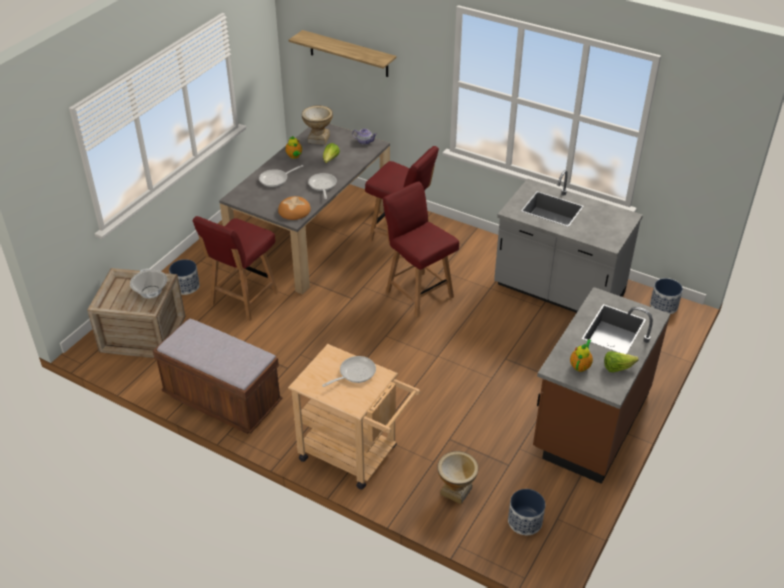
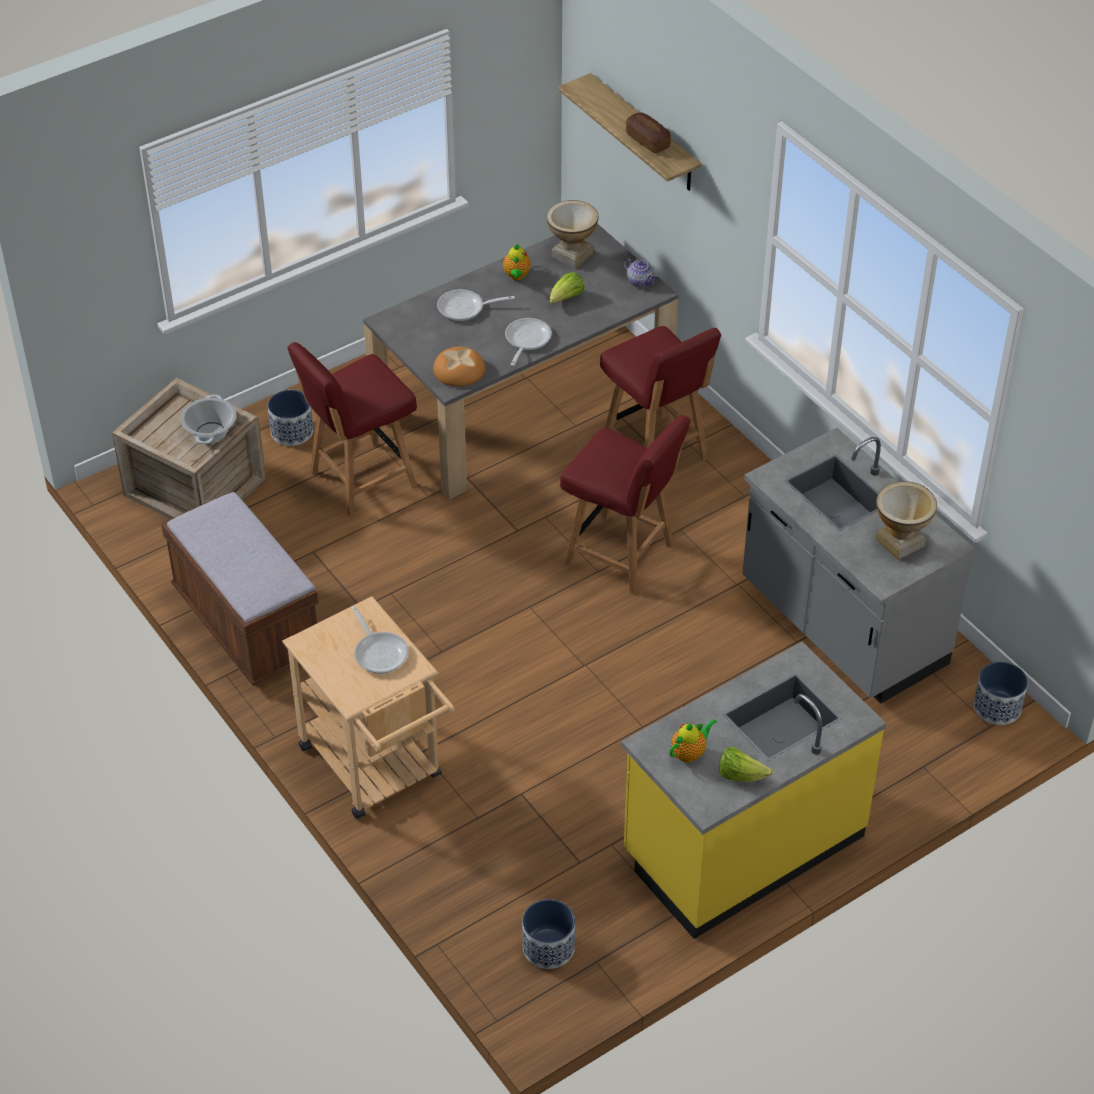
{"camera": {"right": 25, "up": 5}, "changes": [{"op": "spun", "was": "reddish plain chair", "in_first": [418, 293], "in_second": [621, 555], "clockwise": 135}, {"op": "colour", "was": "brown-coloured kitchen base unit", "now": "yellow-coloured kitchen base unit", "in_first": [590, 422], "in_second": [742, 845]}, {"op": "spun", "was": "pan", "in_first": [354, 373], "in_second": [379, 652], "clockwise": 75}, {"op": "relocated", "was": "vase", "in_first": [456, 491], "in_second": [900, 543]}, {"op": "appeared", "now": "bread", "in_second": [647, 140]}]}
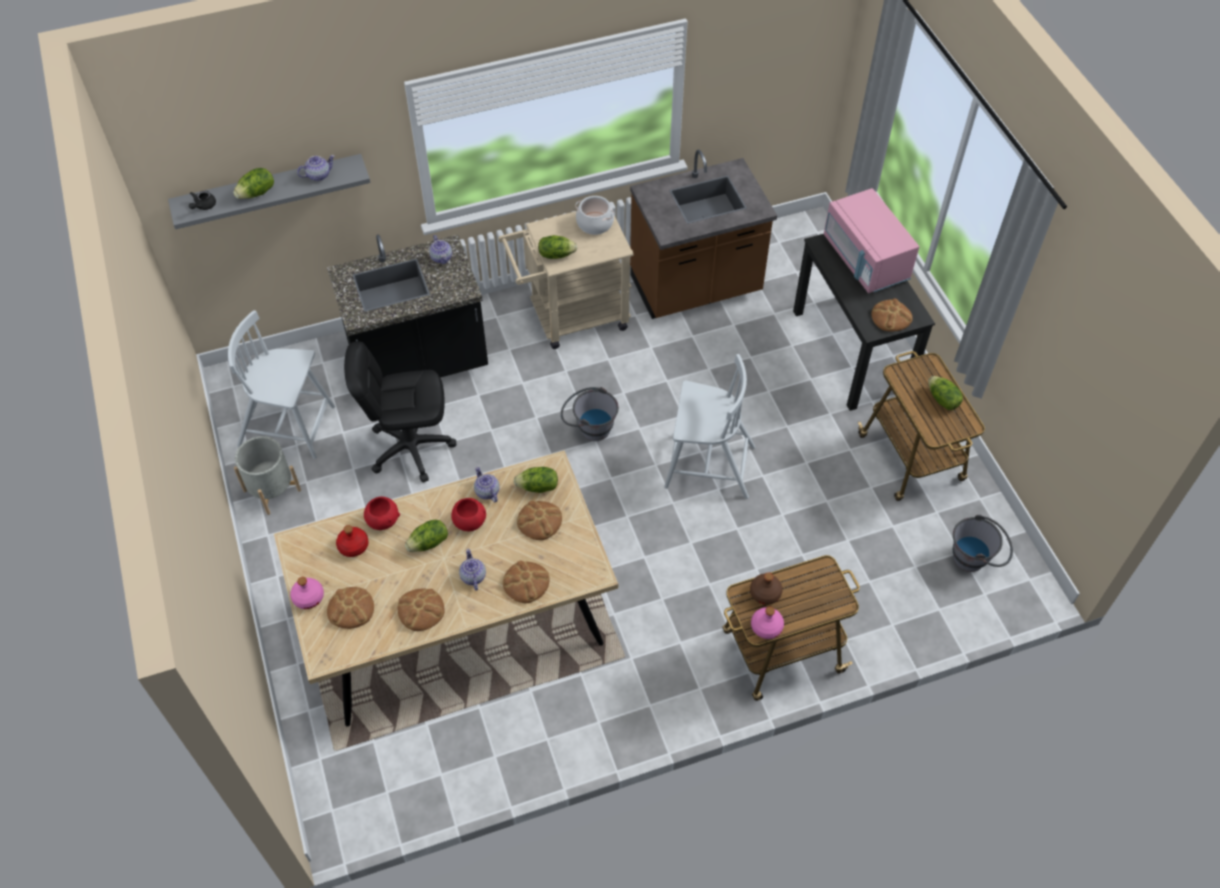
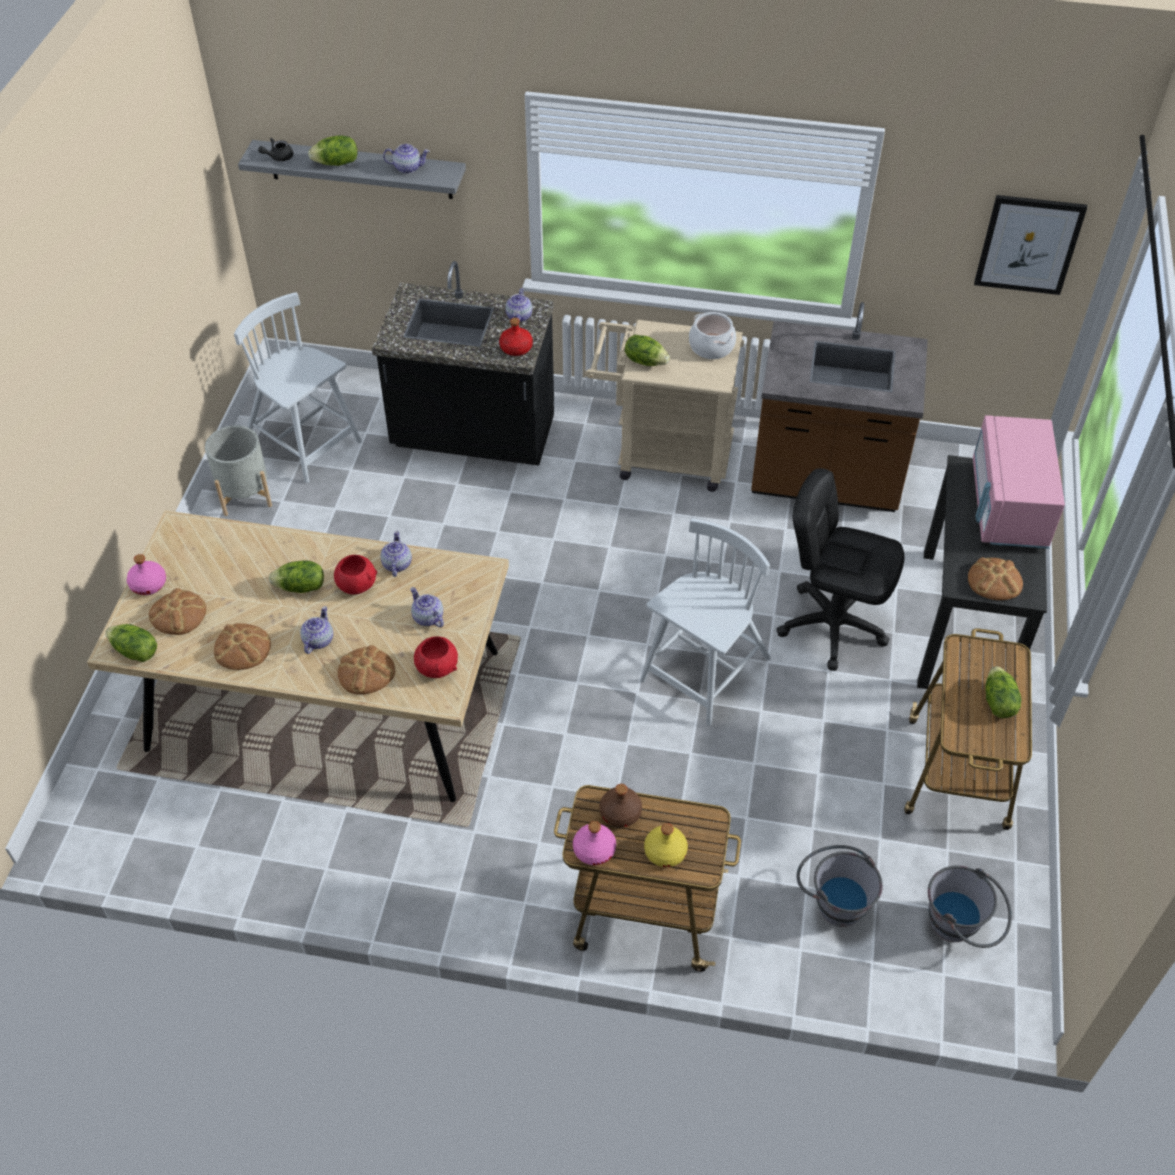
{"camera": {"right": 30, "up": -5}, "changes": [{"op": "relocated", "was": "blackish computer chair", "in_first": [410, 447], "in_second": [832, 625]}, {"op": "spun", "was": "white plain chair", "in_first": [707, 466], "in_second": [704, 672], "clockwise": -90}, {"op": "relocated", "was": "grey water bucket", "in_first": [589, 427], "in_second": [833, 900]}, {"op": "relocated", "was": "lettuce", "in_first": [538, 487], "in_second": [135, 652]}, {"op": "relocated", "was": "reddish serving bowl", "in_first": [383, 520], "in_second": [437, 667]}, {"op": "exchanged", "was": "bread", "now": "pot for tea", "in_first": [539, 521], "in_second": [427, 617]}, {"op": "relocated", "was": "reddish beverage bottle", "in_first": [353, 546], "in_second": [516, 348]}, {"op": "appeared", "now": "wall picture", "in_second": [1028, 244]}, {"op": "appeared", "now": "yellow-coloured beverage bottle", "in_second": [665, 852]}]}
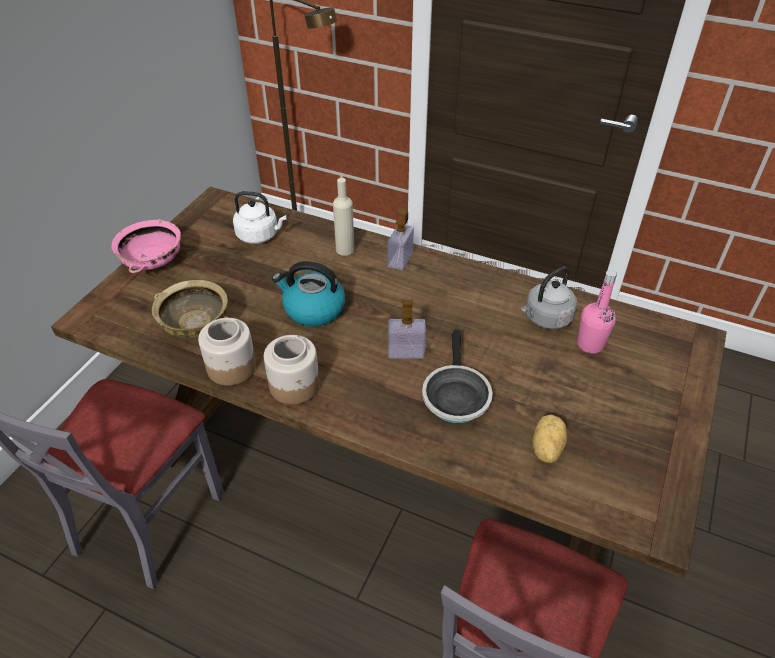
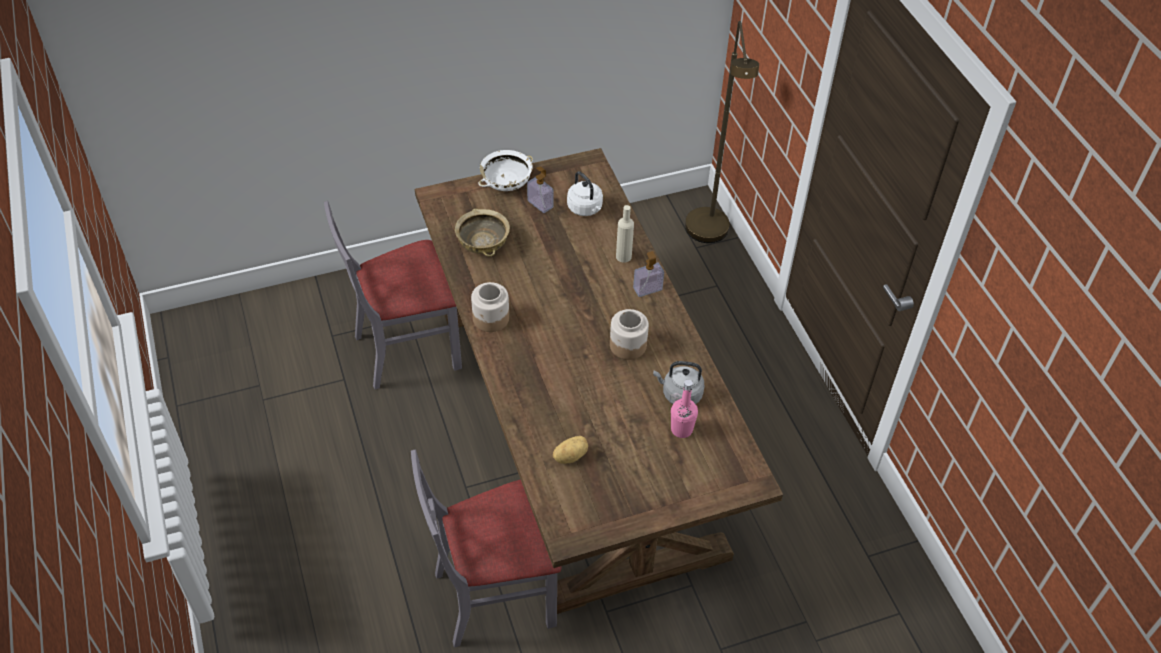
{"camera": {"right": 45, "up": 5}, "changes": [{"op": "colour", "was": "pink-coloured serving bowl", "now": "white serving bowl", "in_first": [152, 261], "in_second": [506, 183]}, {"op": "missing", "was": "tea kettle", "in_first": [313, 309]}, {"op": "relocated", "was": "liquid soap bottle", "in_first": [406, 352], "in_second": [540, 204]}, {"op": "relocated", "was": "preserve jar", "in_first": [231, 367], "in_second": [627, 345]}, {"op": "missing", "was": "pan", "in_first": [455, 395]}]}
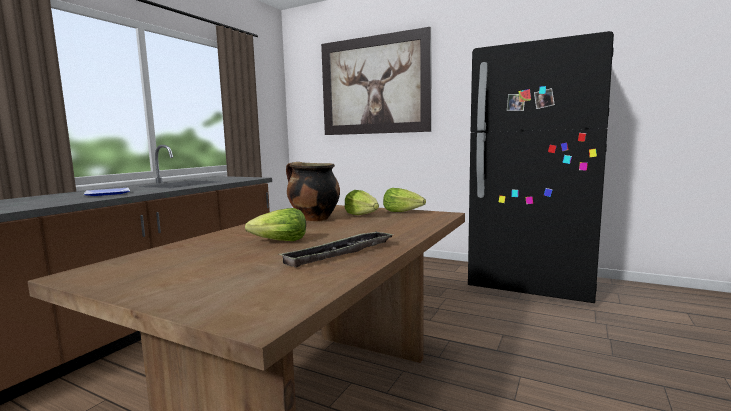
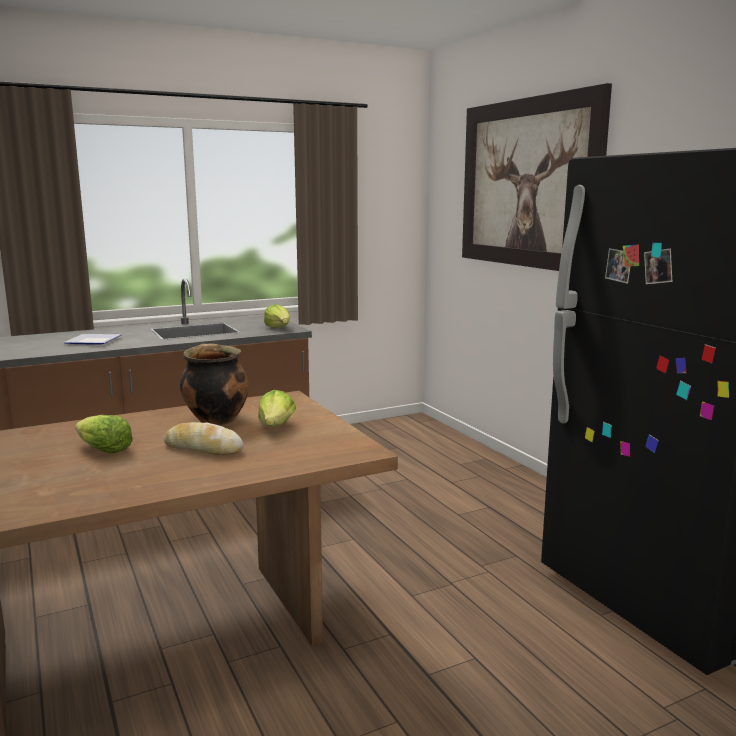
{"camera": {"right": 35, "up": 5}, "changes": [{"op": "relocated", "was": "lettuce", "in_first": [403, 212], "in_second": [279, 328]}, {"op": "missing", "was": "carrying tray", "in_first": [340, 254]}, {"op": "appeared", "now": "bread", "in_second": [203, 448]}]}
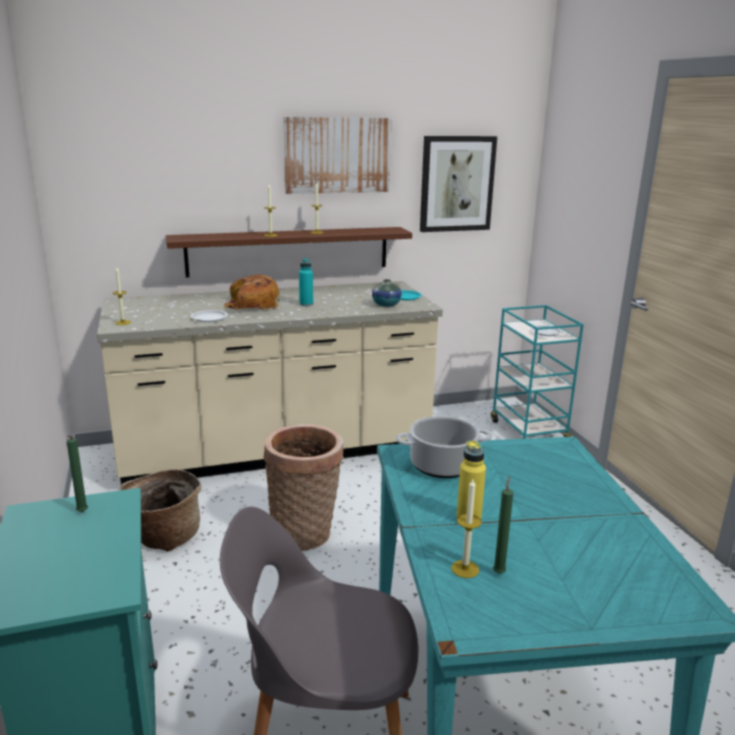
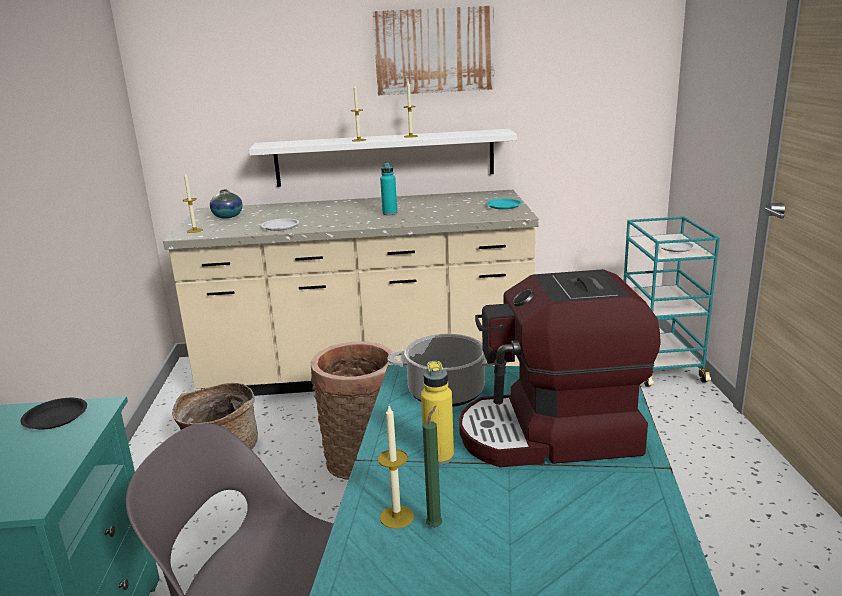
{"camera": {"right": 15, "up": 0}, "changes": [{"op": "missing", "was": "wall picture", "in_first": [456, 184]}, {"op": "colour", "was": "brown-coloured shelf", "now": "white shelf", "in_first": [289, 251], "in_second": [384, 158]}, {"op": "missing", "was": "bread", "in_first": [251, 305]}, {"op": "relocated", "was": "vase", "in_first": [386, 305], "in_second": [227, 216]}, {"op": "exchanged", "was": "greenish wax candle", "now": "blackish plate", "in_first": [82, 513], "in_second": [55, 418]}, {"op": "appeared", "now": "coffee maker", "in_second": [552, 435]}]}
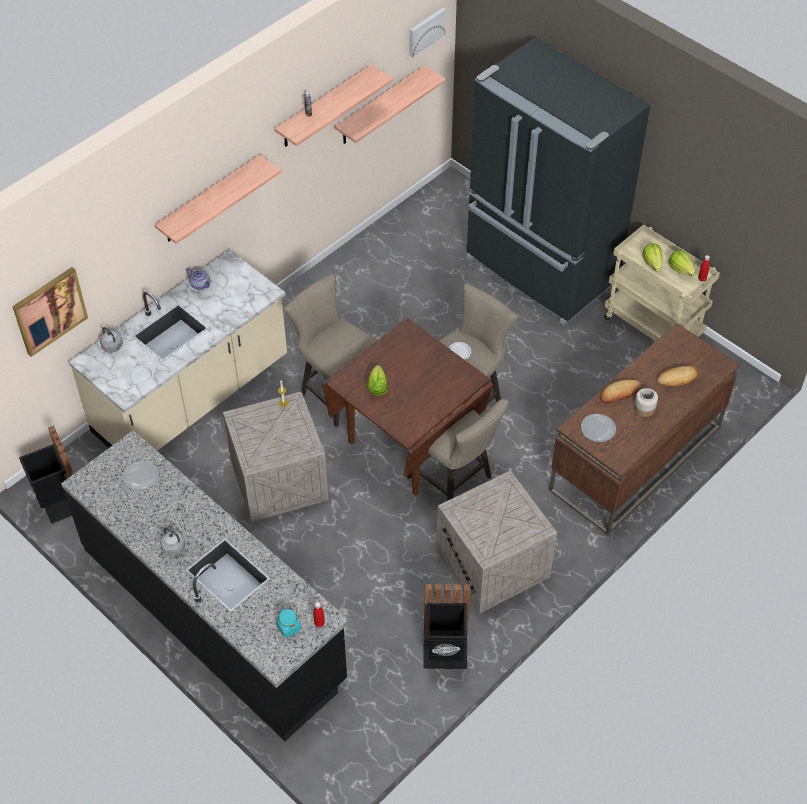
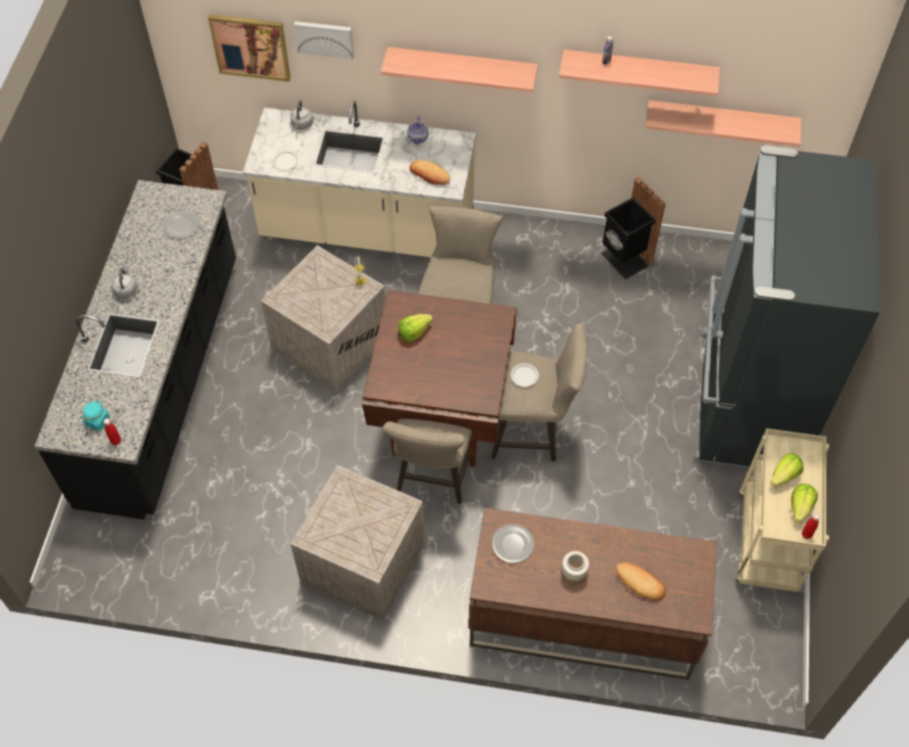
{"camera": {"right": 55, "up": 5}, "changes": [{"op": "relocated", "was": "wall picture", "in_first": [426, 31], "in_second": [324, 38]}, {"op": "relocated", "was": "bread", "in_first": [620, 393], "in_second": [429, 175]}, {"op": "relocated", "was": "blackish waste bin", "in_first": [445, 654], "in_second": [625, 259]}]}
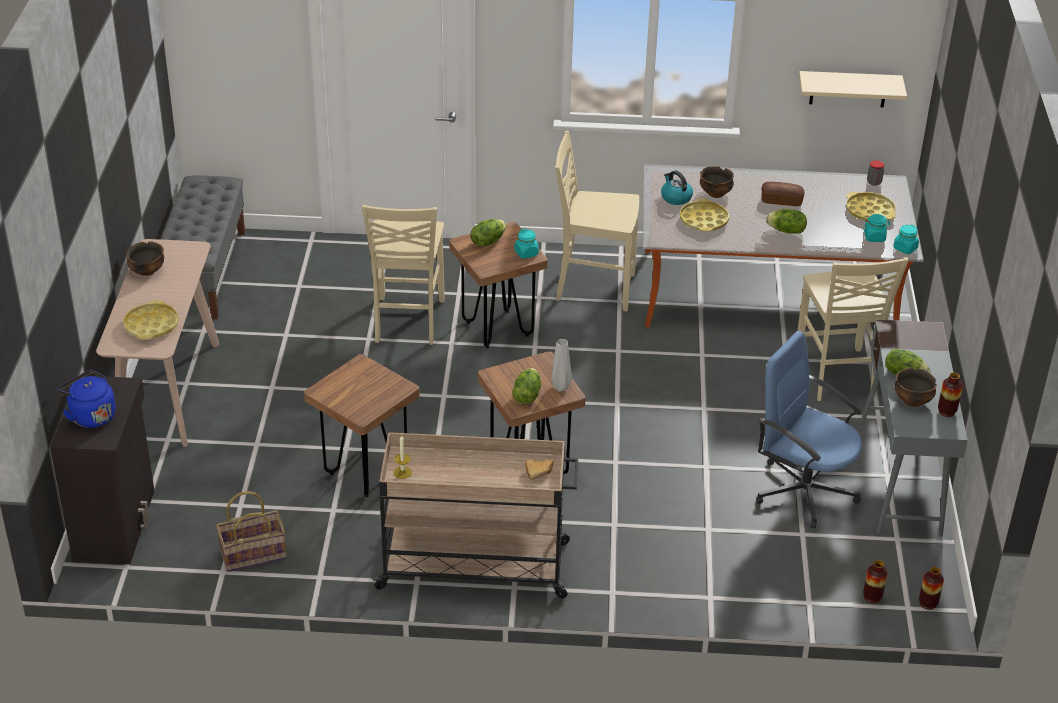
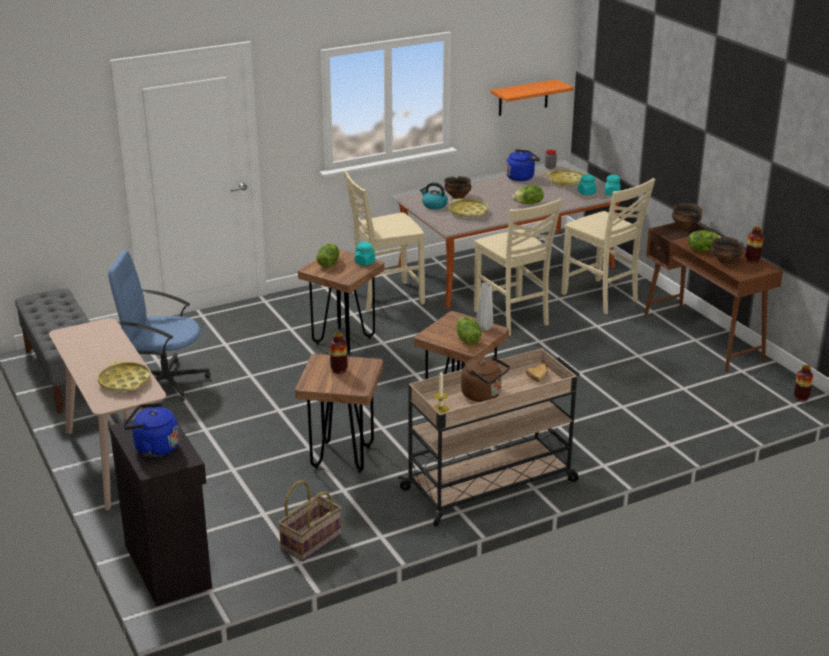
{"camera": {"right": -30, "up": -10}, "changes": [{"op": "colour", "was": "beige shelf", "now": "orangey shelf", "in_first": [848, 89], "in_second": [523, 97]}, {"op": "missing", "was": "bread", "in_first": [781, 201]}, {"op": "relocated", "was": "beige plain chair", "in_first": [407, 322], "in_second": [512, 318]}, {"op": "relocated", "was": "serving bowl", "in_first": [147, 271], "in_second": [685, 226]}, {"op": "colour", "was": "grey desk table", "now": "brown-coloured desk table", "in_first": [900, 476], "in_second": [703, 337]}, {"op": "relocated", "was": "blue-coloured computer chair", "in_first": [803, 490], "in_second": [164, 382]}, {"op": "relocated", "was": "vase", "in_first": [872, 597], "in_second": [339, 370]}, {"op": "appeared", "now": "blue-coloured tea kettle", "in_second": [521, 177]}, {"op": "appeared", "now": "brown-coloured tea kettle", "in_second": [483, 395]}]}
